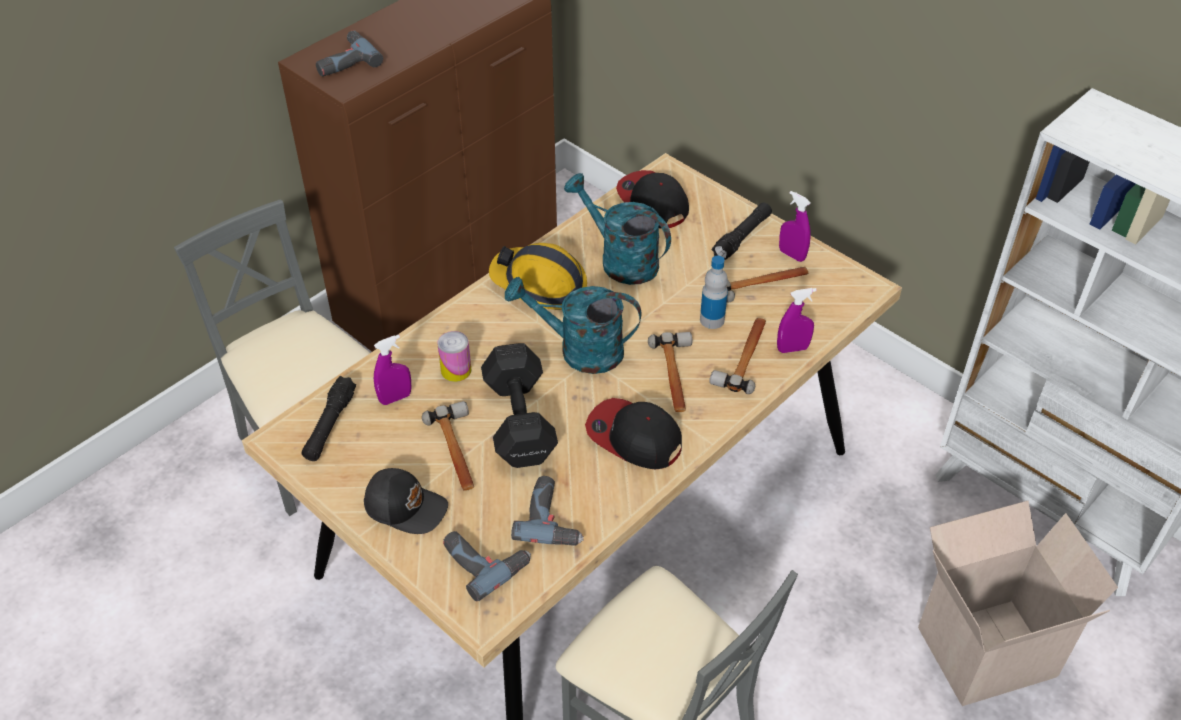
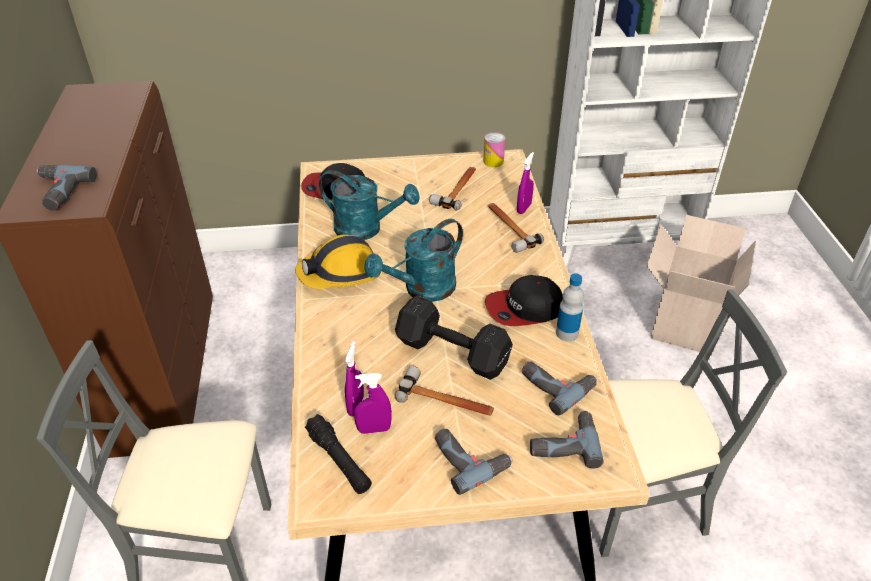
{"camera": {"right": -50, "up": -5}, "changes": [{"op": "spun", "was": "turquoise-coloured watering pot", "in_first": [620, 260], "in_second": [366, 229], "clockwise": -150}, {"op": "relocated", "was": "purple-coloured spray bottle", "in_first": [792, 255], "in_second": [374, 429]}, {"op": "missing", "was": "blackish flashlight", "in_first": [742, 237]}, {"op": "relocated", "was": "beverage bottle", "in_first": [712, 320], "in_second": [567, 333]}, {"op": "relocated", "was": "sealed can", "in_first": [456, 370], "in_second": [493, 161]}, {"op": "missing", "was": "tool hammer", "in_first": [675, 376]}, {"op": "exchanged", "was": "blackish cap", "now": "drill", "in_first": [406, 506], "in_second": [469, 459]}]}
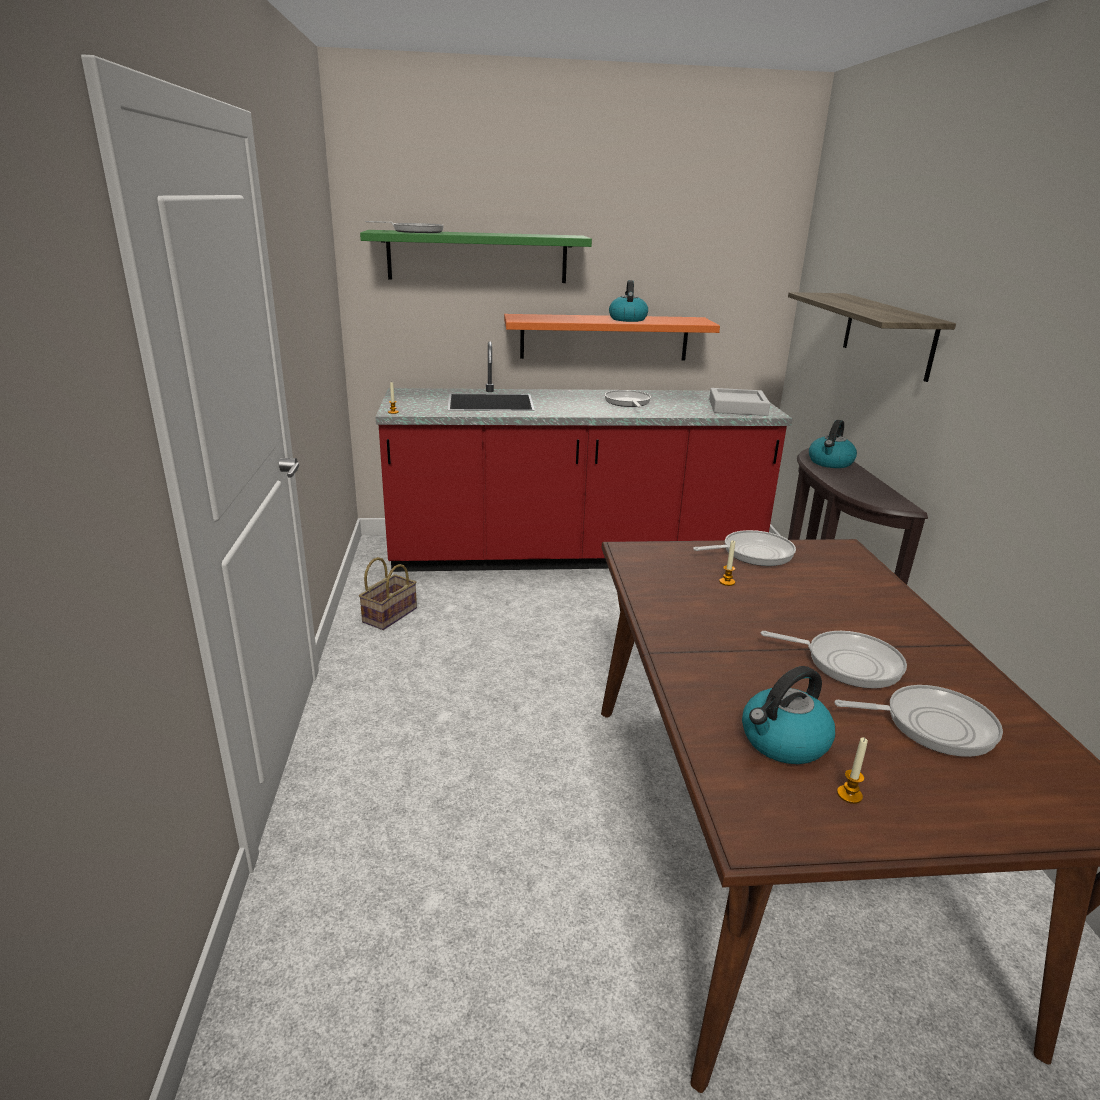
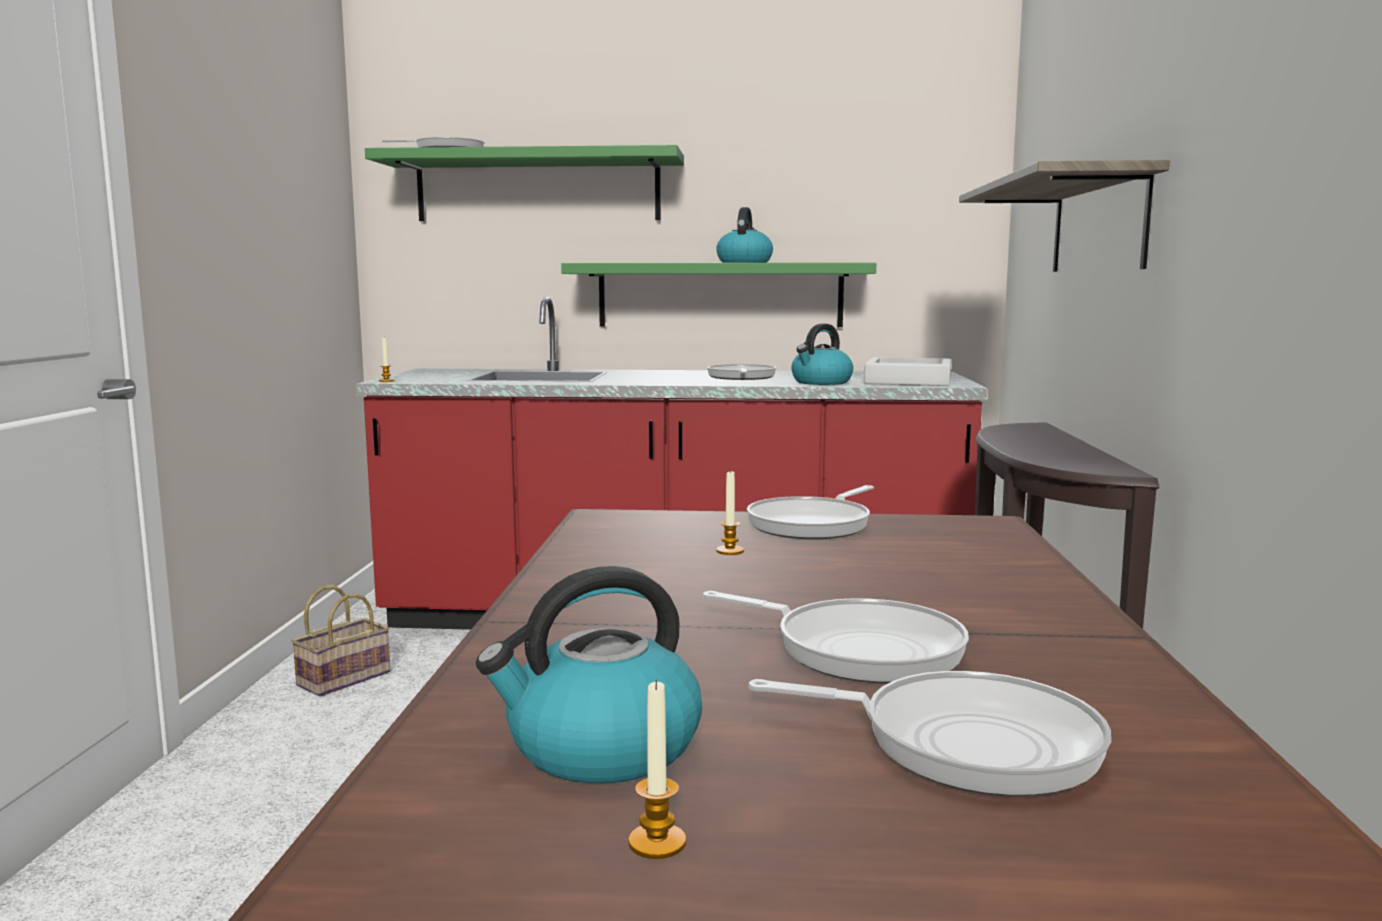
{"camera": {"right": 10, "up": -15}, "changes": [{"op": "colour", "was": "orangey shelf", "now": "greenish shelf", "in_first": [604, 337], "in_second": [720, 295]}, {"op": "relocated", "was": "tea kettle", "in_first": [830, 463], "in_second": [821, 382]}, {"op": "spun", "was": "pan", "in_first": [753, 553], "in_second": [813, 524], "clockwise": 135}]}
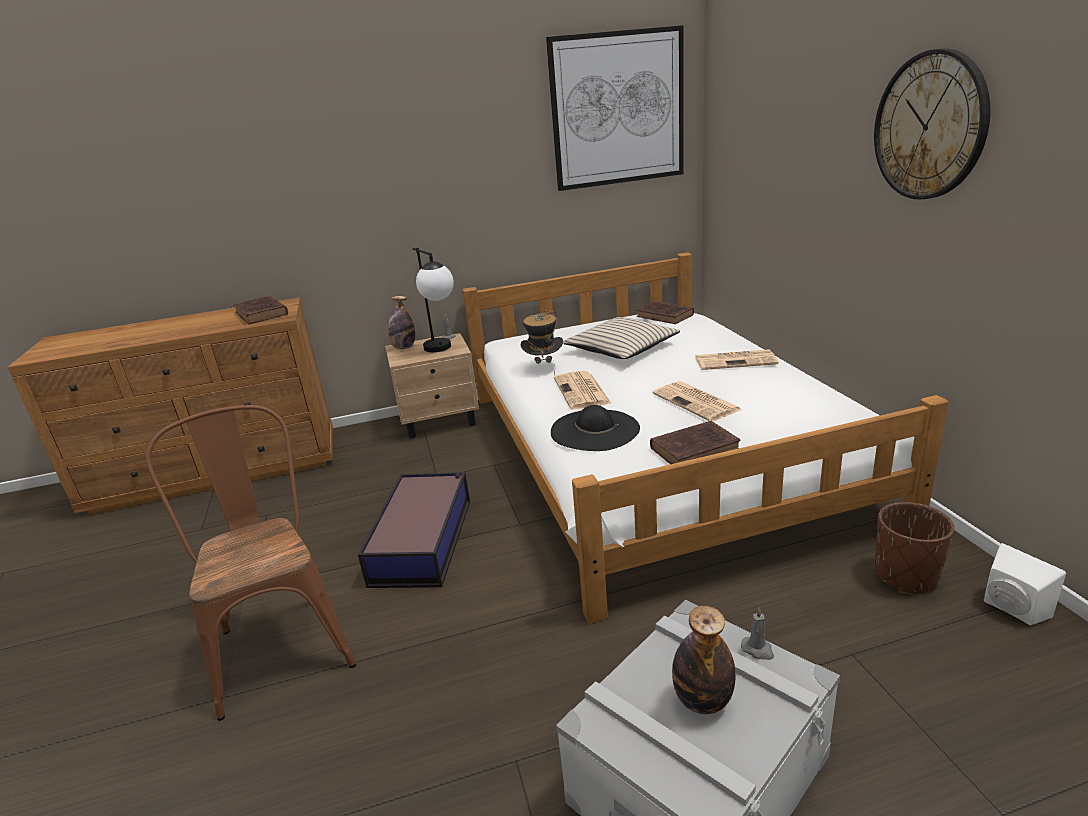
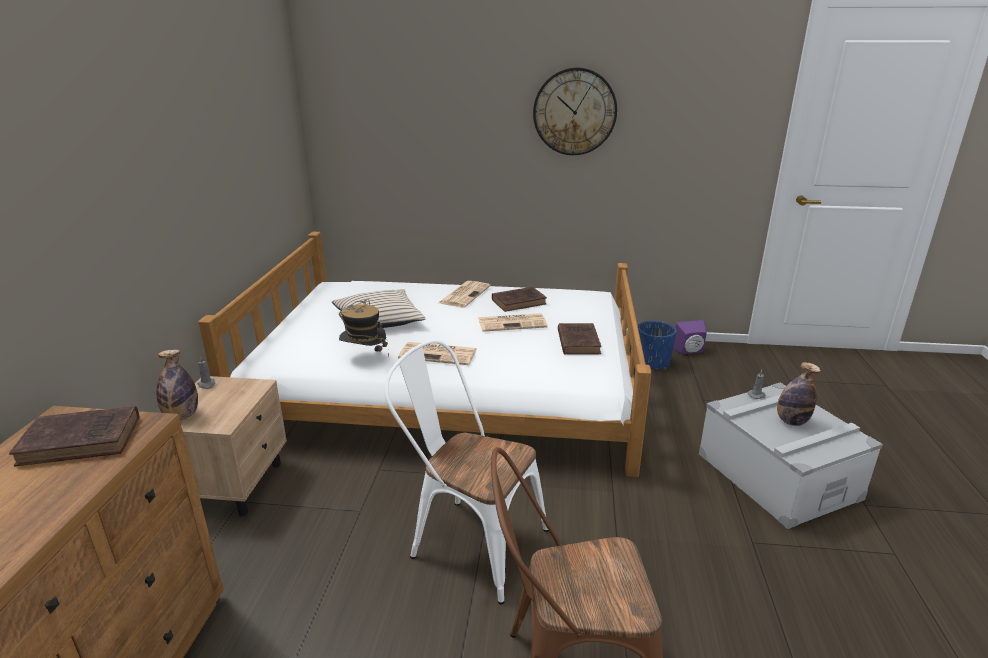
{"camera": {"right": -70, "up": 0}, "changes": [{"op": "missing", "was": "wall picture", "in_first": [618, 109]}, {"op": "missing", "was": "lamp for a table", "in_first": [443, 350]}, {"op": "relocated", "was": "brown-coloured volume", "in_first": [666, 316], "in_second": [520, 302]}, {"op": "missing", "was": "blackish clothing hat", "in_first": [594, 430]}, {"op": "exchanged", "was": "storage container", "now": "white plain chair", "in_first": [423, 540], "in_second": [469, 541]}, {"op": "colour", "was": "brown-coloured flower pot", "now": "blue-coloured flower pot", "in_first": [905, 576], "in_second": [652, 363]}, {"op": "colour", "was": "white speaker", "now": "purple-coloured speaker", "in_first": [1011, 610], "in_second": [690, 351]}]}
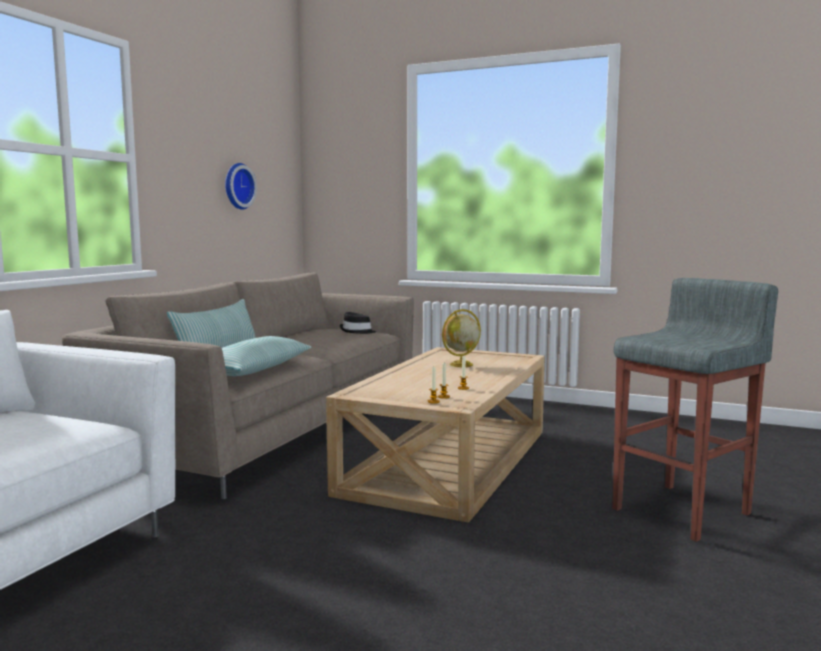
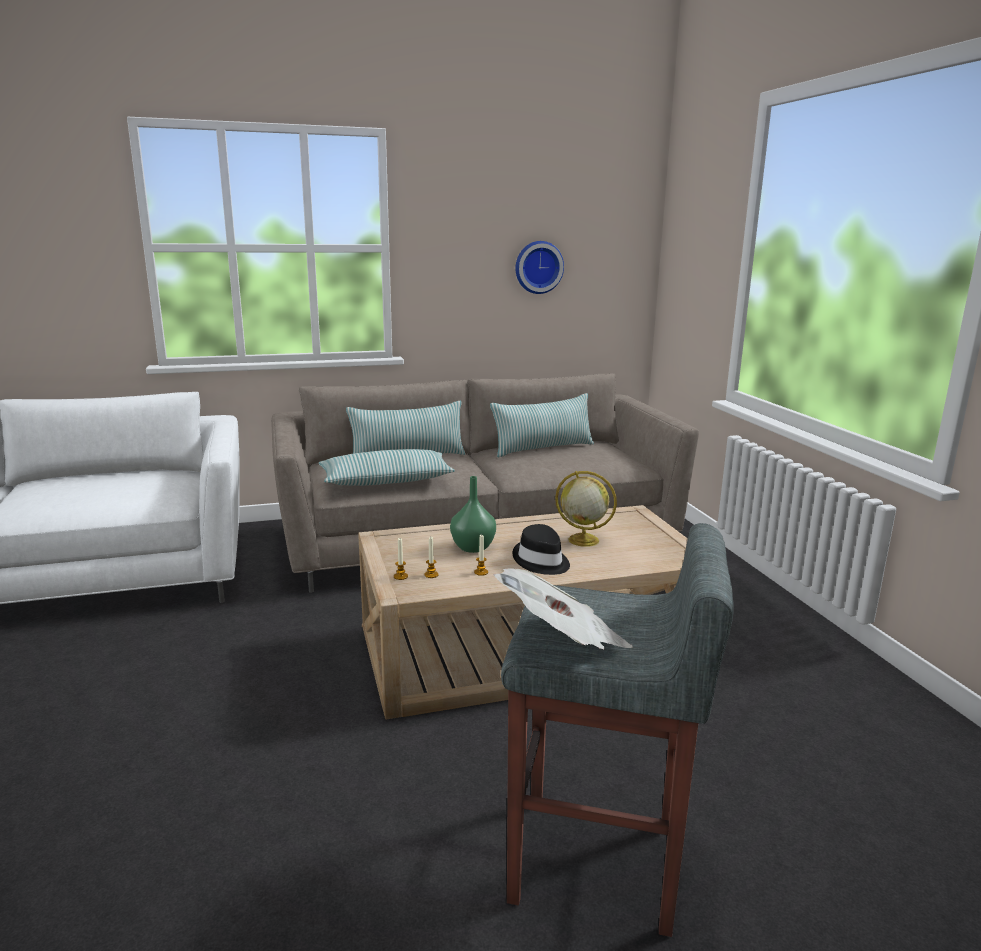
{"camera": {"right": 50, "up": 10}, "changes": [{"op": "relocated", "was": "blackish clothing hat", "in_first": [357, 331], "in_second": [541, 561]}, {"op": "appeared", "now": "throw pillow", "in_second": [543, 448]}, {"op": "appeared", "now": "greenish vase", "in_second": [474, 547]}, {"op": "appeared", "now": "newspaper", "in_second": [562, 641]}]}
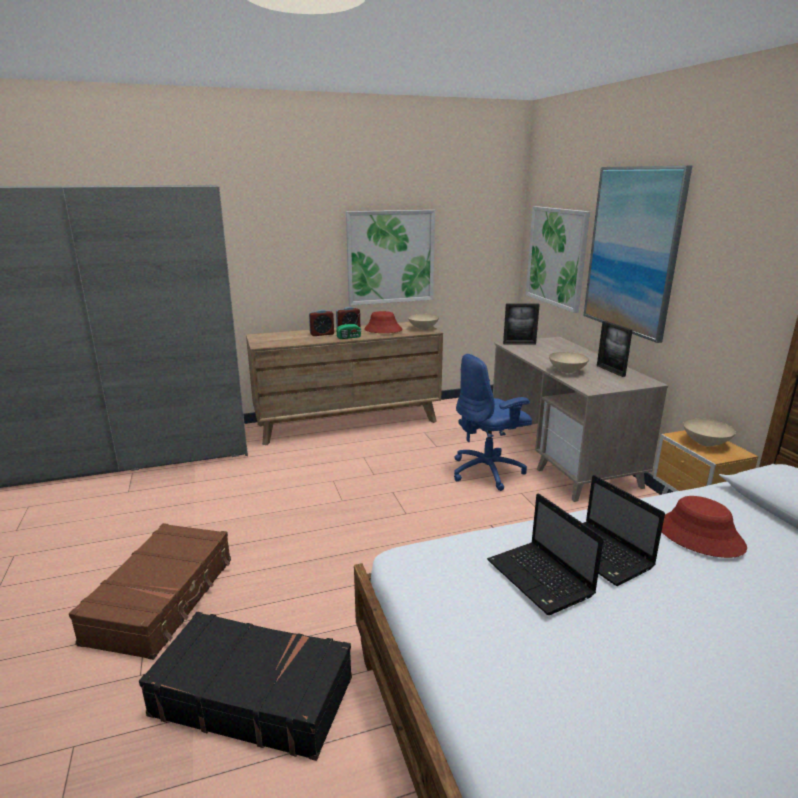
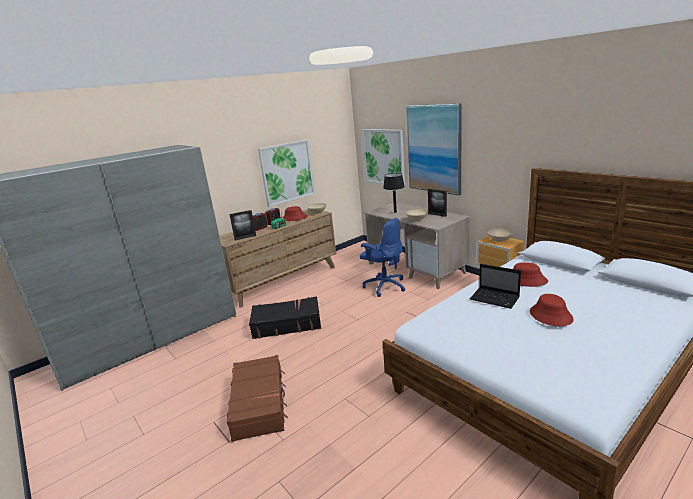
{"camera": {"right": -20, "up": 0}, "changes": [{"op": "relocated", "was": "photo frame", "in_first": [519, 343], "in_second": [245, 237]}, {"op": "spun", "was": "blue-coloured computer chair", "in_first": [488, 471], "in_second": [384, 286], "clockwise": -90}, {"op": "missing", "was": "laptop", "in_first": [541, 579]}, {"op": "relocated", "was": "blackish travel case", "in_first": [253, 695], "in_second": [286, 324]}, {"op": "appeared", "now": "blackish lamp for a table", "in_second": [395, 212]}, {"op": "appeared", "now": "reddish clothing hat", "in_second": [550, 316]}]}
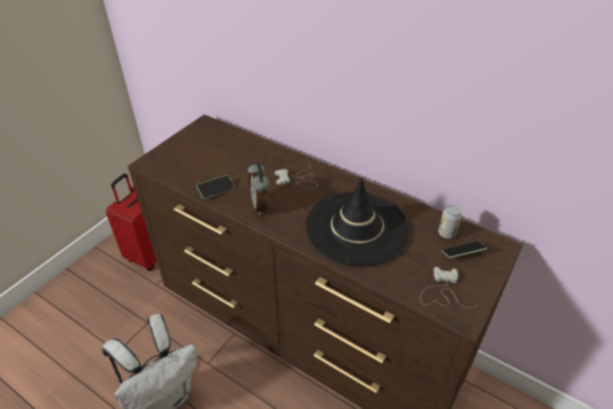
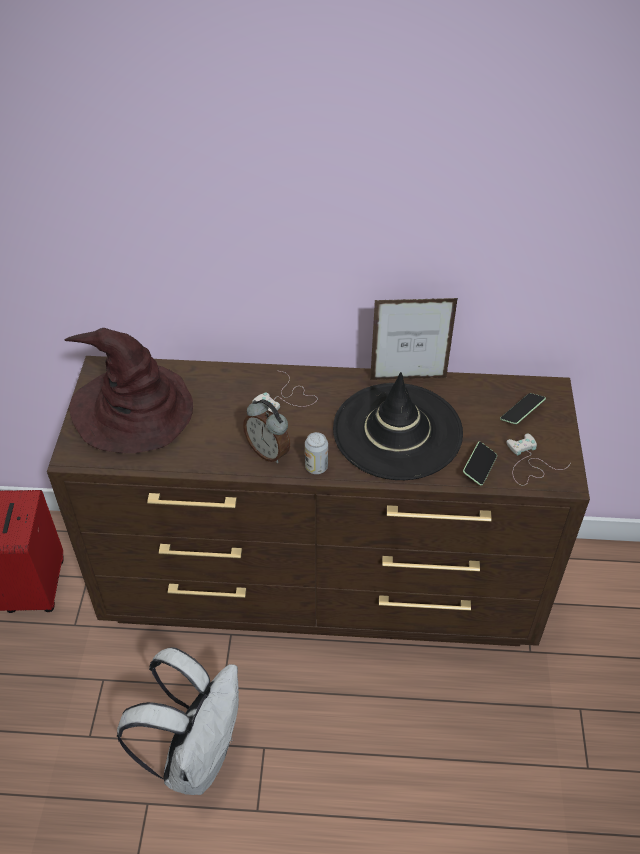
{"camera": {"right": -30, "up": 5}, "changes": [{"op": "relocated", "was": "phone", "in_first": [216, 190], "in_second": [479, 468]}, {"op": "relocated", "was": "sealed can", "in_first": [446, 233], "in_second": [316, 467]}, {"op": "appeared", "now": "photo frame", "in_second": [408, 378]}, {"op": "appeared", "now": "brown-coloured clothing hat", "in_second": [134, 410]}]}
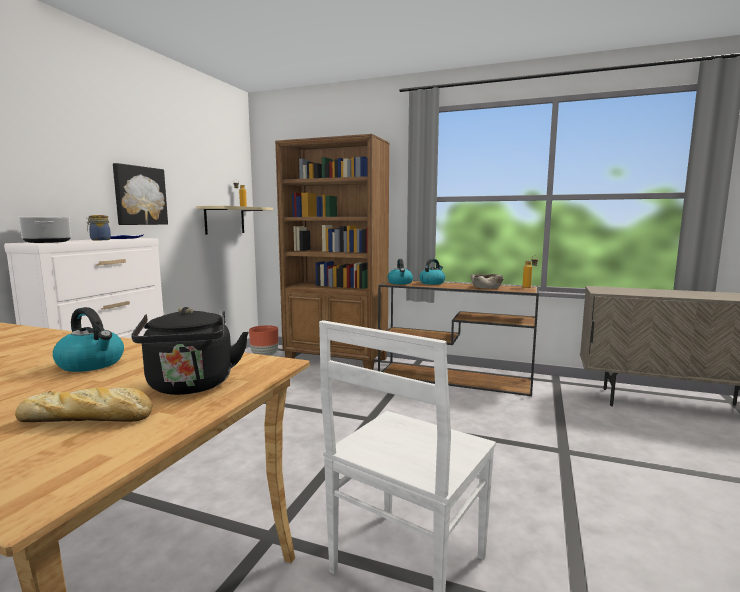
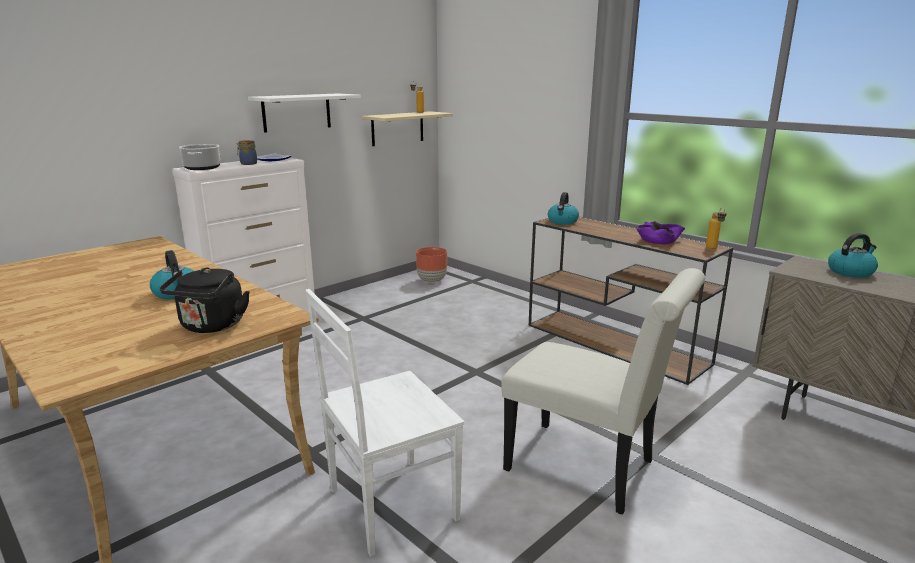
{"camera": {"right": 25, "up": 10}, "changes": [{"op": "missing", "was": "brown-coloured shelving unit", "in_first": [336, 360]}, {"op": "exchanged", "was": "wall picture", "now": "white shelf", "in_first": [139, 196], "in_second": [296, 112]}, {"op": "relocated", "was": "tea kettle", "in_first": [432, 283], "in_second": [850, 272]}, {"op": "colour", "was": "beige serving bowl", "now": "purple-coloured serving bowl", "in_first": [486, 287], "in_second": [658, 240]}, {"op": "missing", "was": "bread", "in_first": [89, 418]}, {"op": "appeared", "now": "white plain chair", "in_second": [589, 469]}]}
